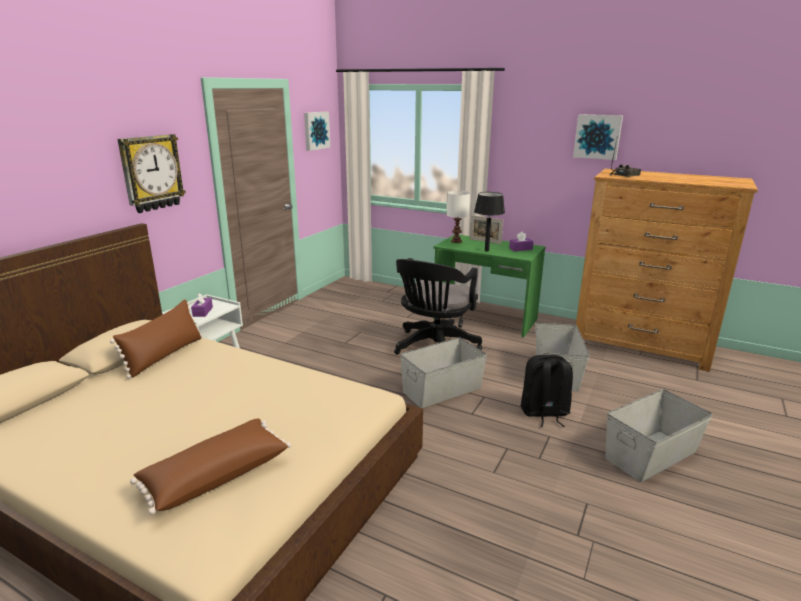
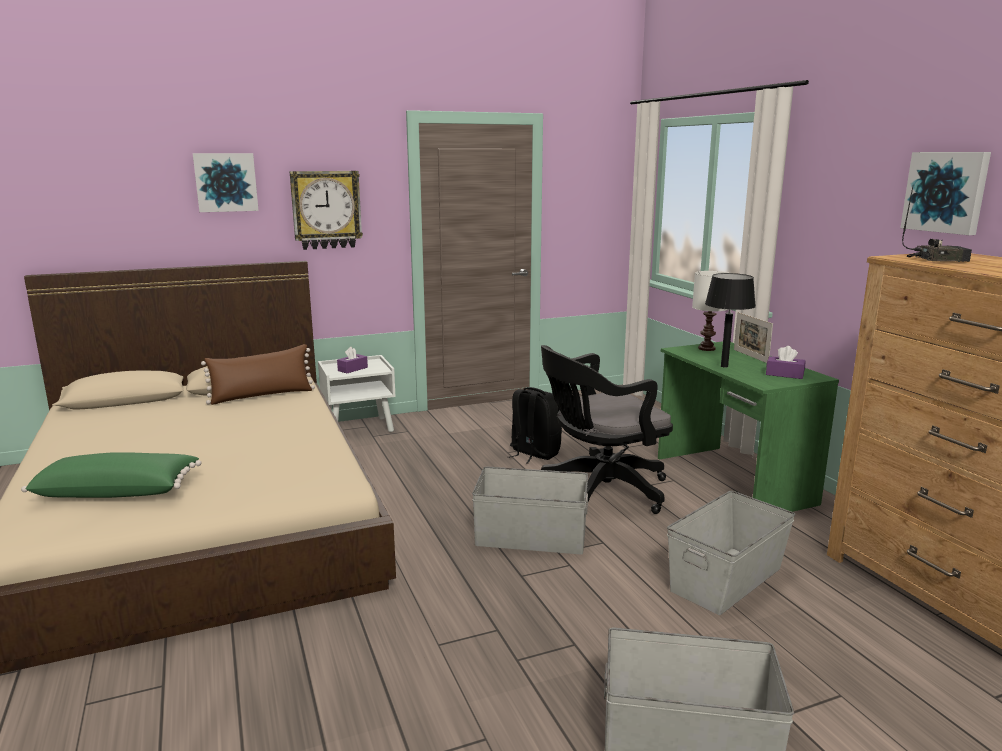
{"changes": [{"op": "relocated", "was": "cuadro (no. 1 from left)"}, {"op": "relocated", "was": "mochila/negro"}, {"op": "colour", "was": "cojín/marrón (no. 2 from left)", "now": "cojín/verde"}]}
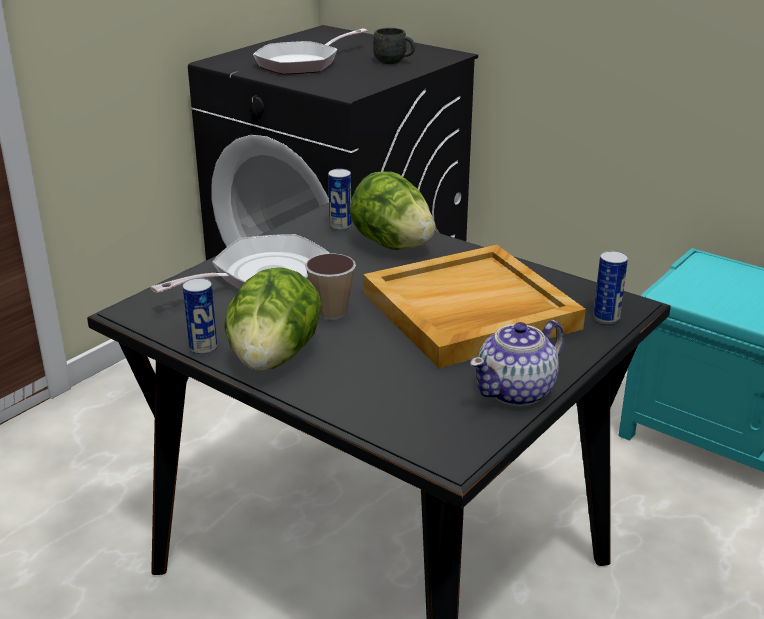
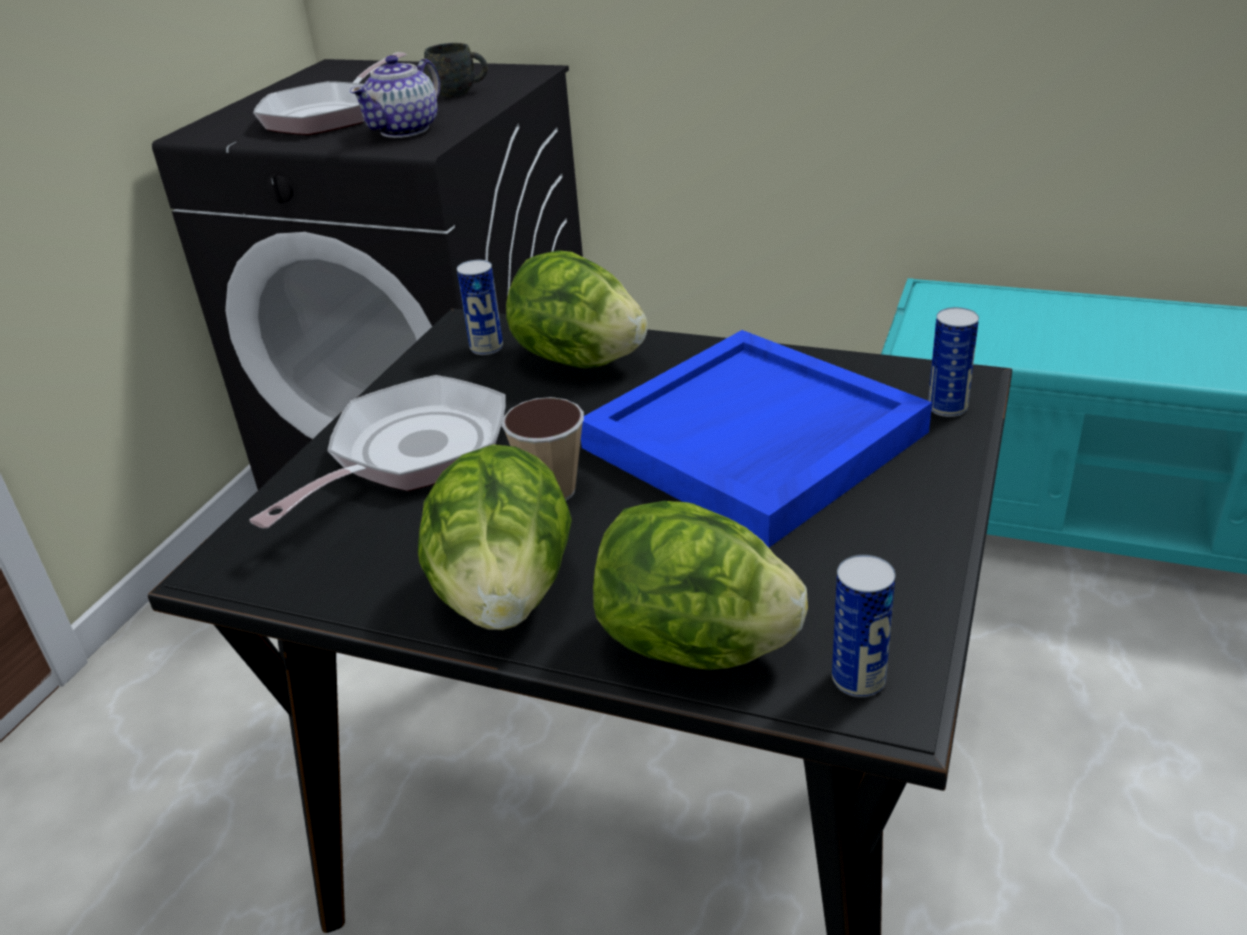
{"changes": [{"op": "appeared", "now": "lechuga (no. 3 from left)"}, {"op": "relocated", "was": "lata (no. 1 from left in the first image)", "now": "lata (no. 2 from left)"}, {"op": "relocated", "was": "tetera"}, {"op": "colour", "was": "bandeja/beis", "now": "bandeja/azul"}]}
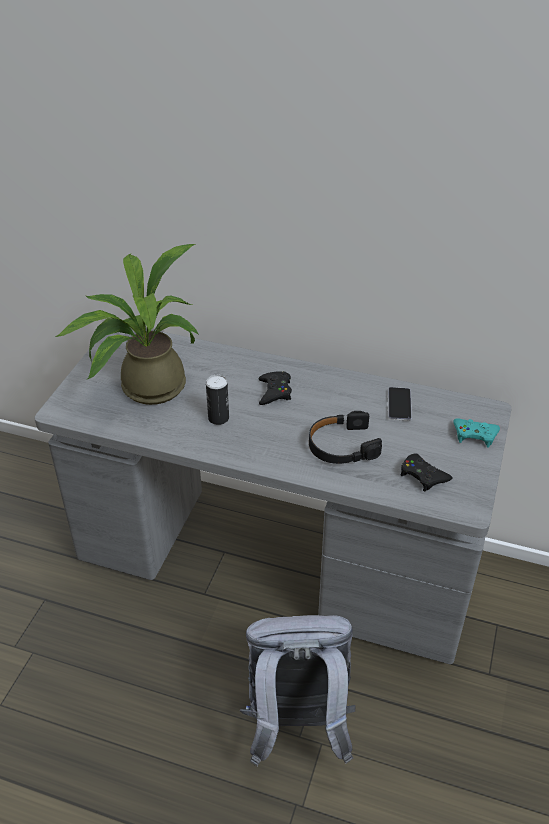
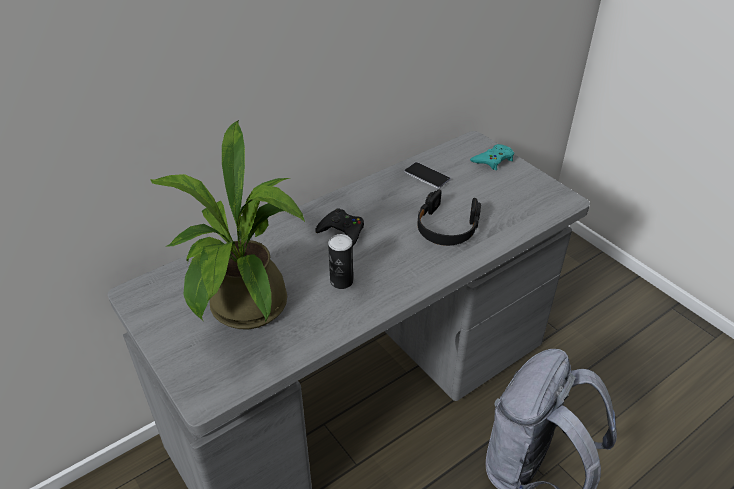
{"changes": [{"op": "missing", "was": "mando de consola/negro (no. 2 from left)"}]}
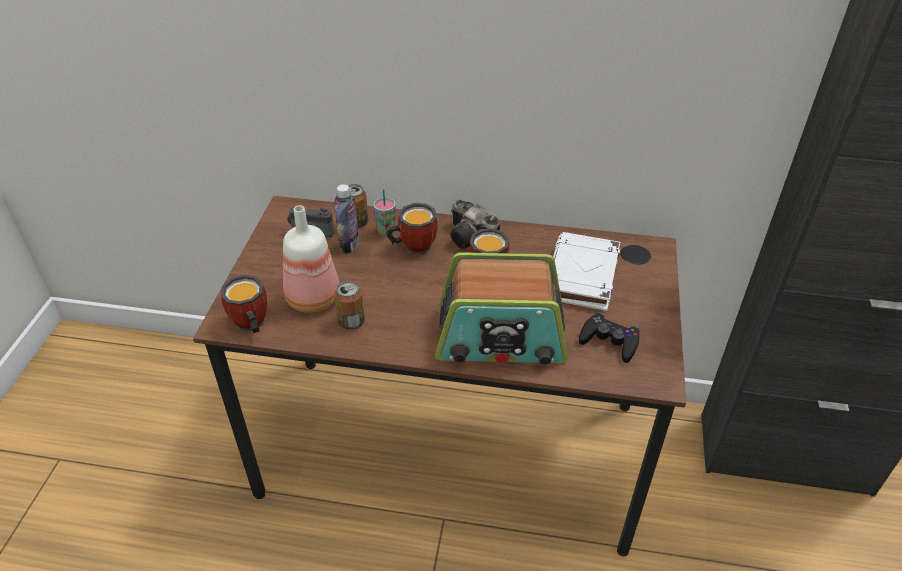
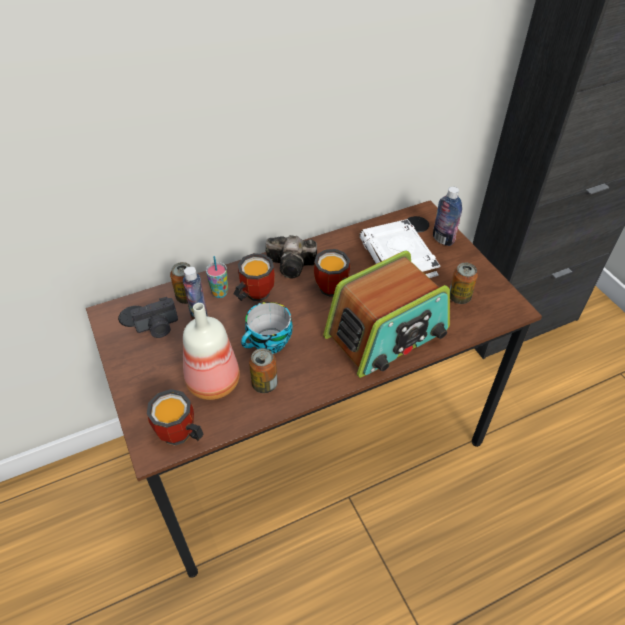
{"changes": [{"op": "appeared", "now": "taza (no. 2 from left)"}, {"op": "appeared", "now": "botella (no. 3 from left)"}, {"op": "exchanged", "was": "mando de consola/negro", "now": "lata (no. 3 from left)"}]}
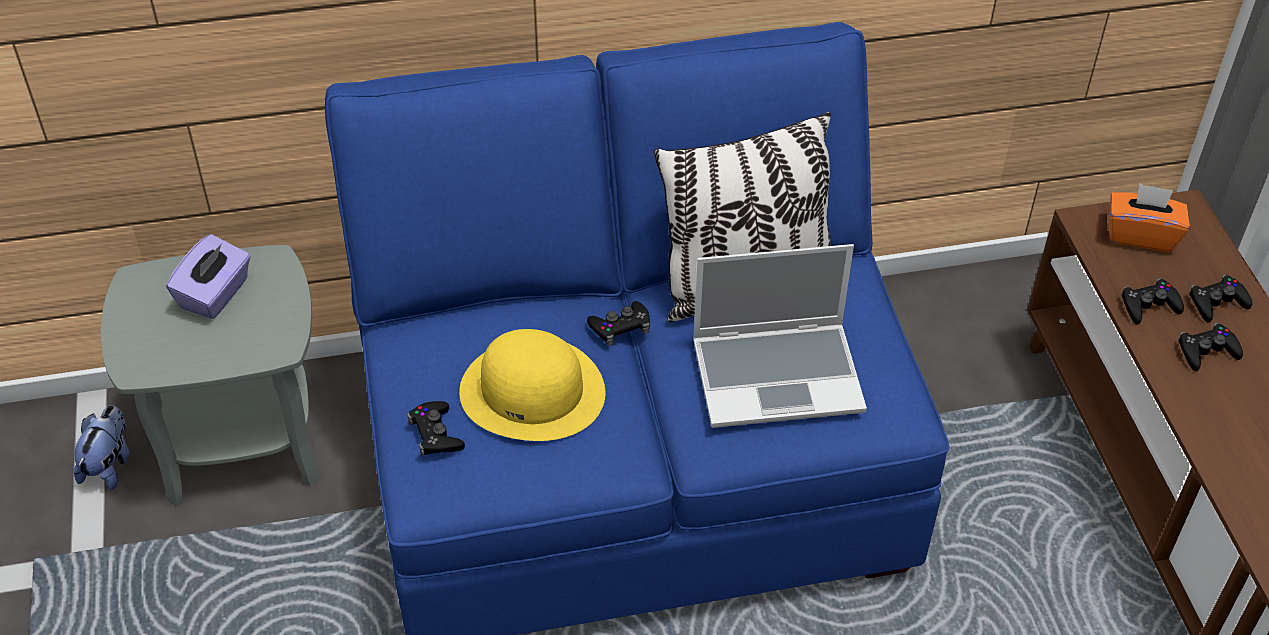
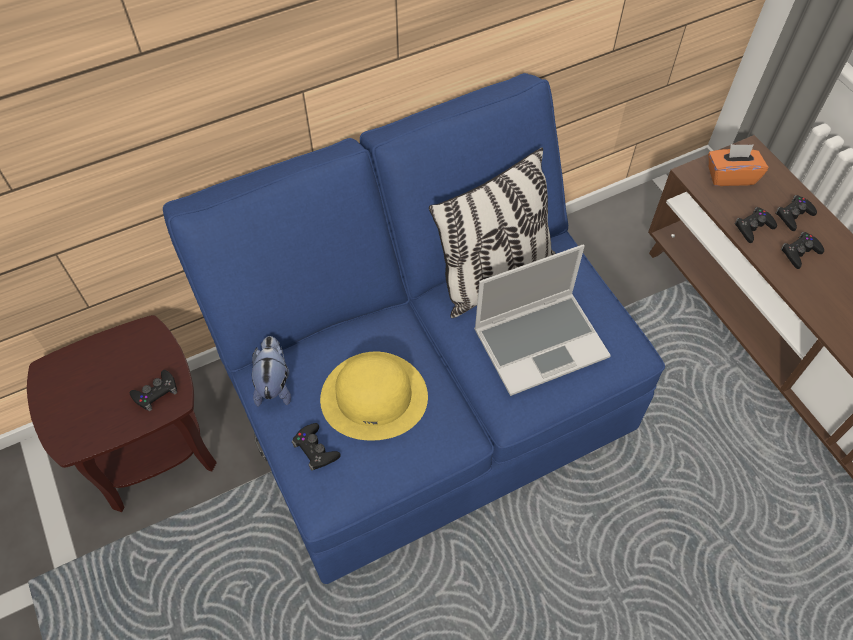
{"changes": [{"op": "missing", "was": "caja de pañuelos/morado"}, {"op": "relocated", "was": "peluche"}, {"op": "relocated", "was": "mando de consola/negro (no. 2 from left in the first image)", "now": "mando de consola/negro (no. 1 from left)"}, {"op": "colour", "was": "mesa auxiliar/gris", "now": "mesa auxiliar/marrón"}]}
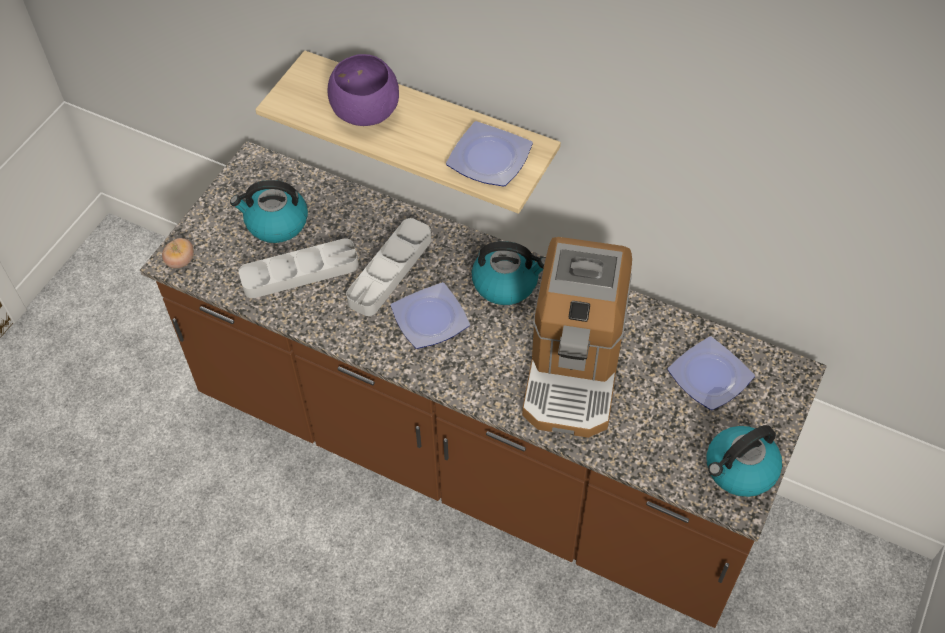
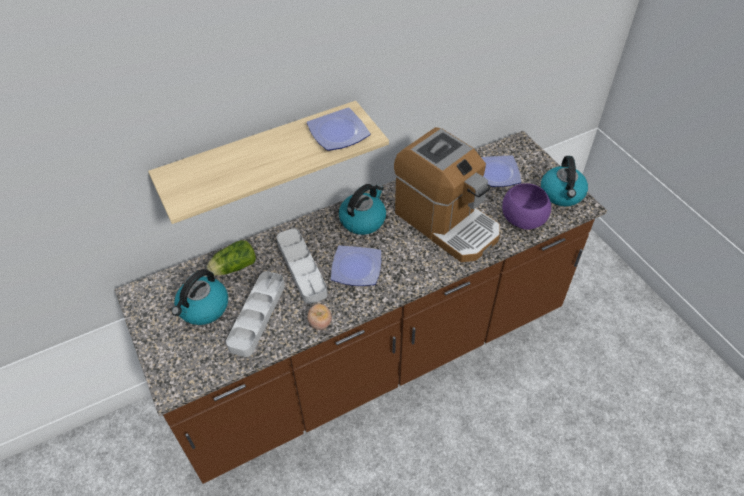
{"changes": [{"op": "appeared", "now": "lechuga"}, {"op": "relocated", "was": "tomate"}, {"op": "relocated", "was": "cuenco/morado"}]}
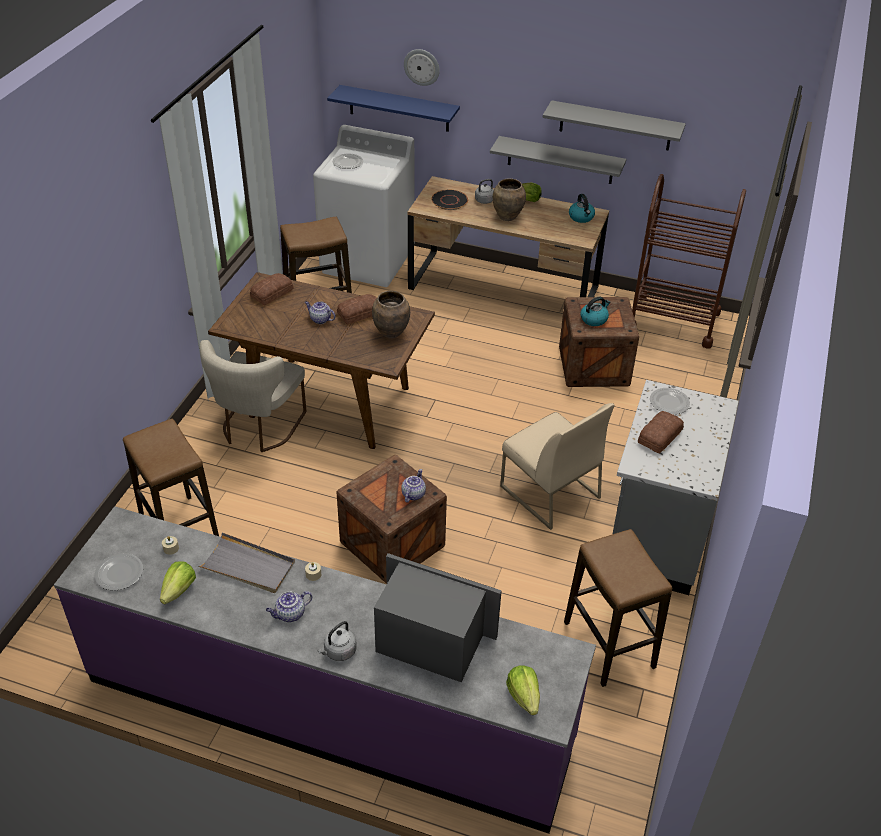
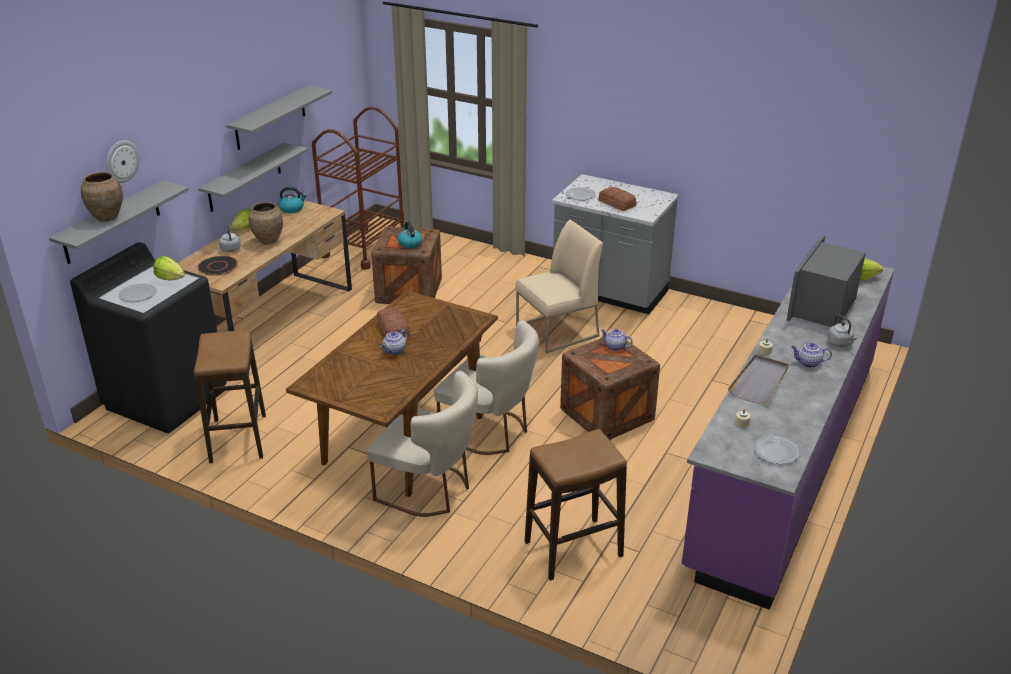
{"changes": [{"op": "missing", "was": "pan (no. 1 from left)"}, {"op": "missing", "was": "taburete (no. 3 from left)"}, {"op": "appeared", "now": "silla/beis (no. 2 from left)"}, {"op": "relocated", "was": "lechuga (no. 1 from left)"}, {"op": "relocated", "was": "florero/marrón (no. 1 from left)"}, {"op": "colour", "was": "lavadora/blanco", "now": "lavadora/negro"}, {"op": "colour", "was": "estante/azul", "now": "estante/gris (no. 1 from left)"}, {"op": "spun", "was": "tetera (no. 1 from left in the first image)", "clockwise": 120}]}
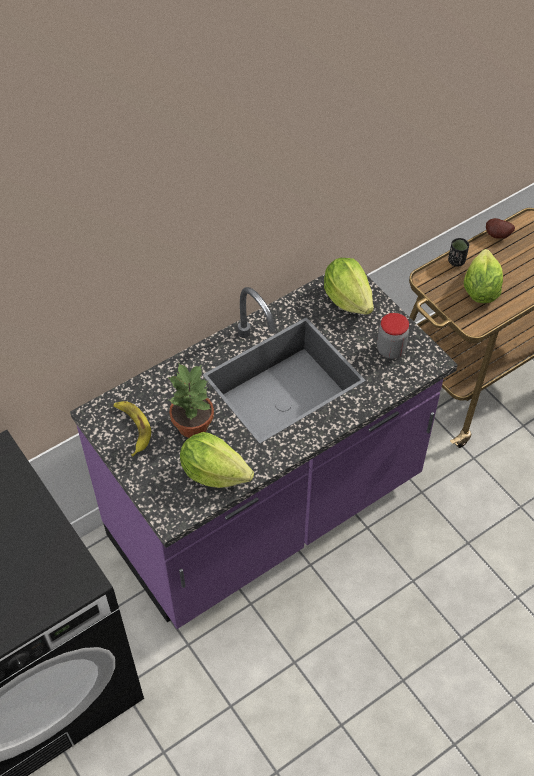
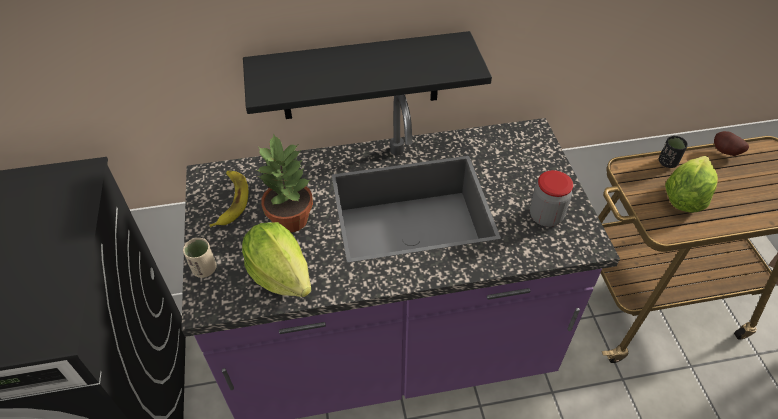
{"changes": [{"op": "missing", "was": "lechuga (no. 2 from left)"}, {"op": "appeared", "now": "taza/beis"}, {"op": "appeared", "now": "estante/negro"}]}
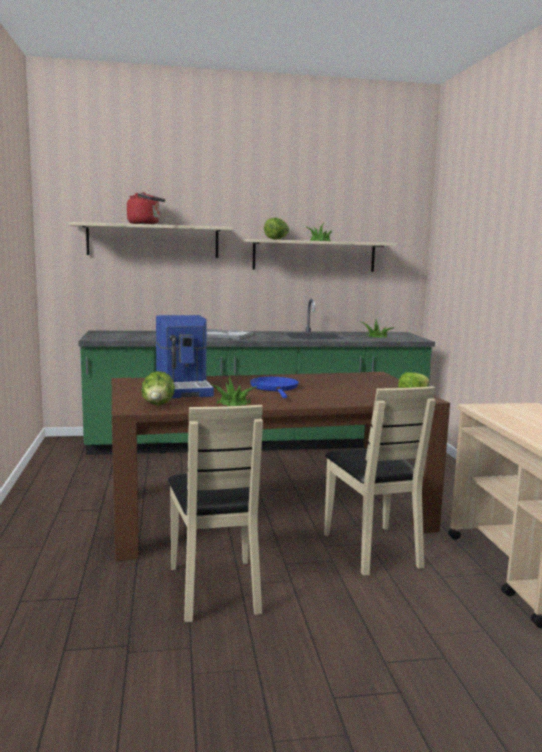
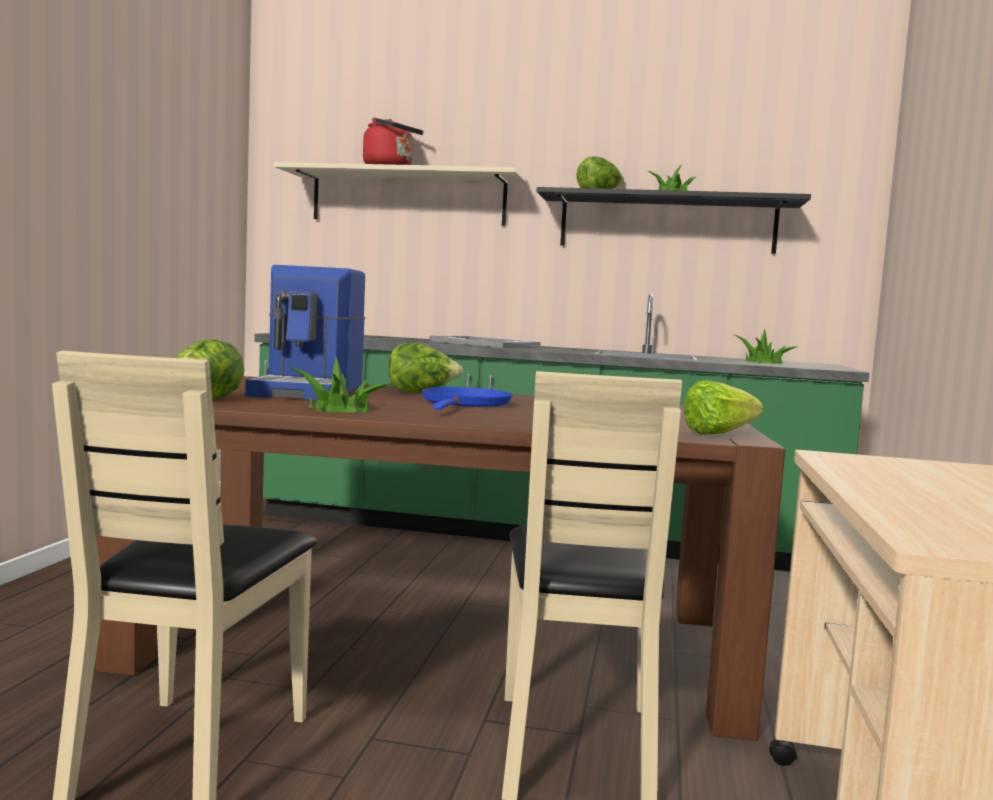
{"changes": [{"op": "appeared", "now": "lechuga (no. 2 from left)"}, {"op": "colour", "was": "estante/beis (no. 2 from left)", "now": "estante/negro"}]}
